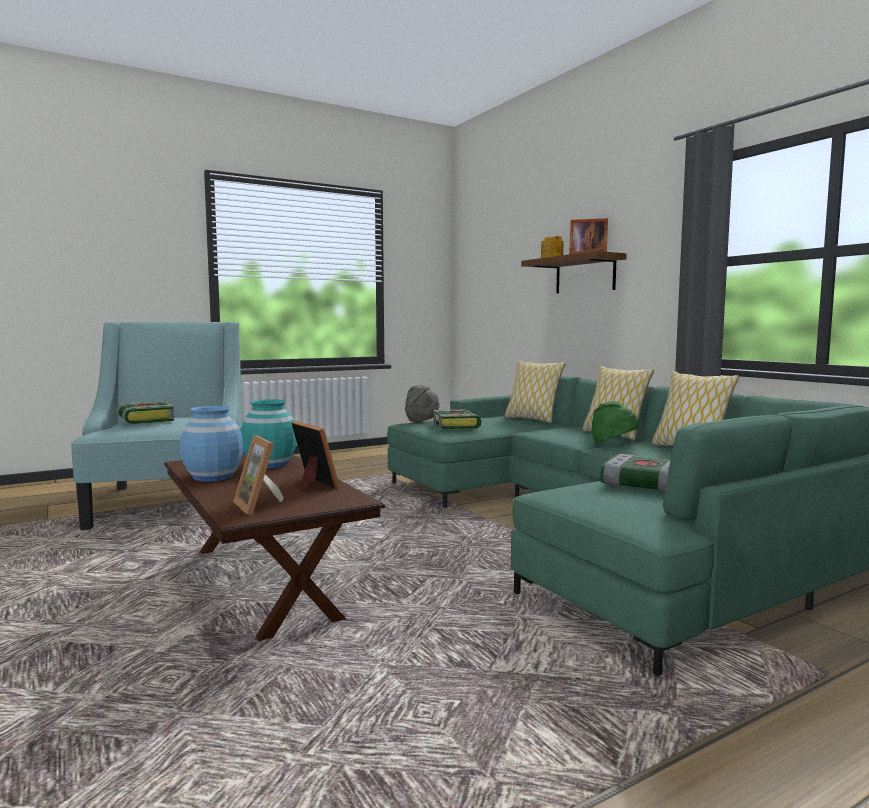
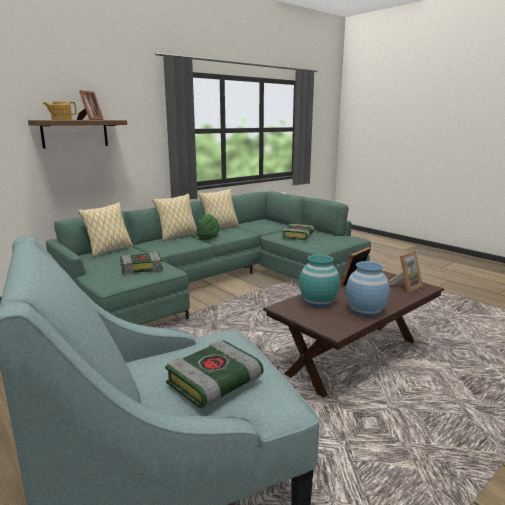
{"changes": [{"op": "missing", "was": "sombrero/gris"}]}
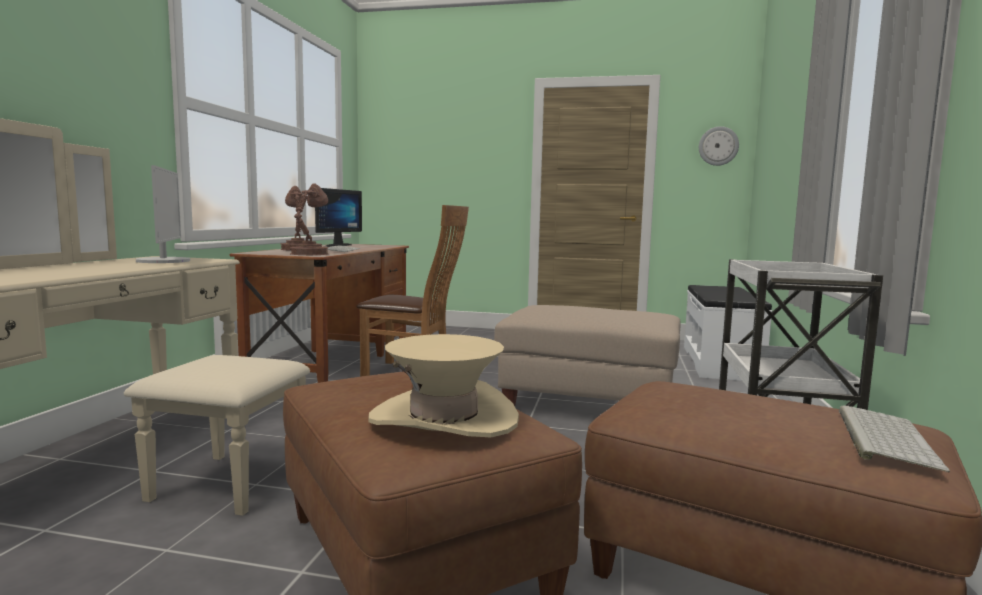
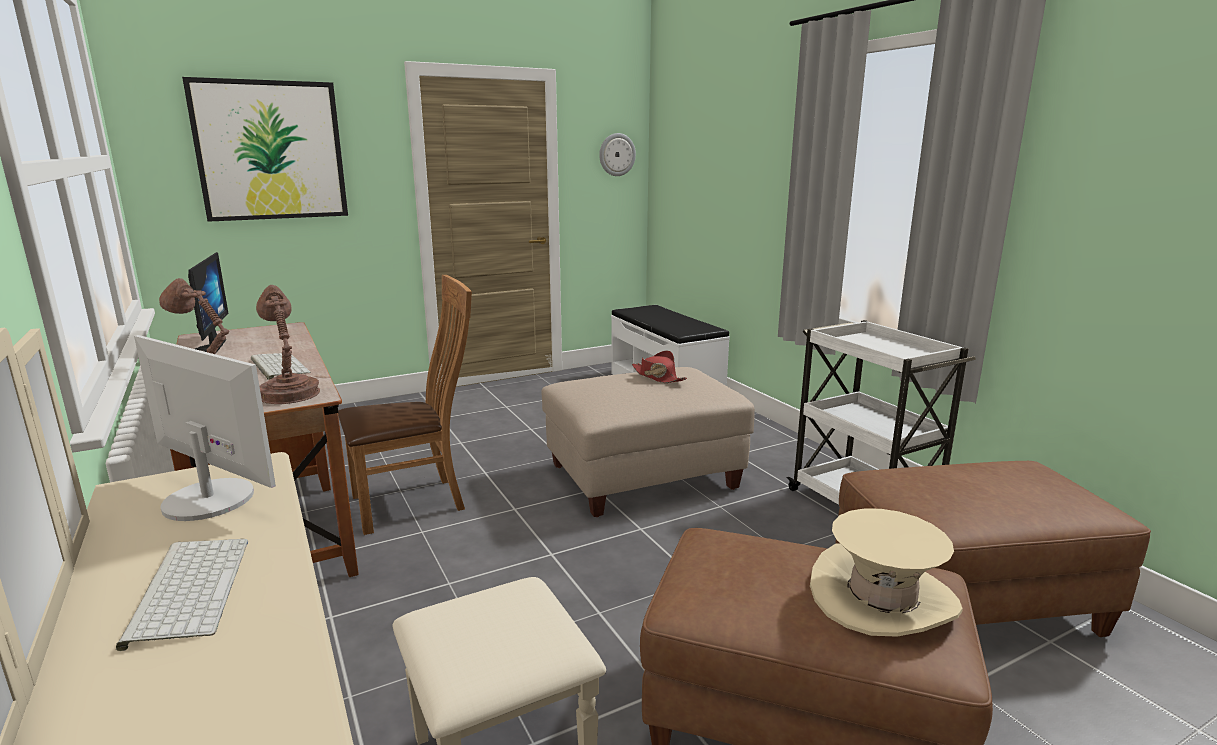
{"changes": [{"op": "appeared", "now": "cuadro"}, {"op": "appeared", "now": "sombrero/rojo"}, {"op": "relocated", "was": "teclado (no. 2 from left in the first image)", "now": "teclado (no. 1 from left)"}]}
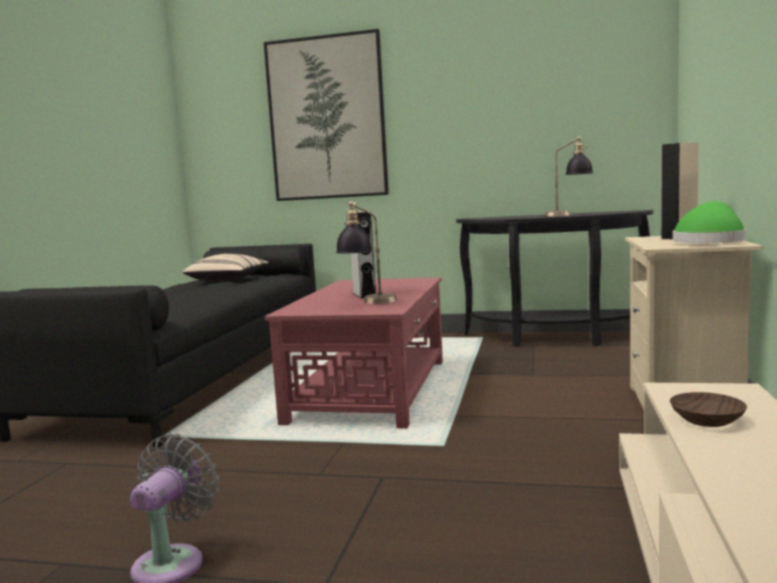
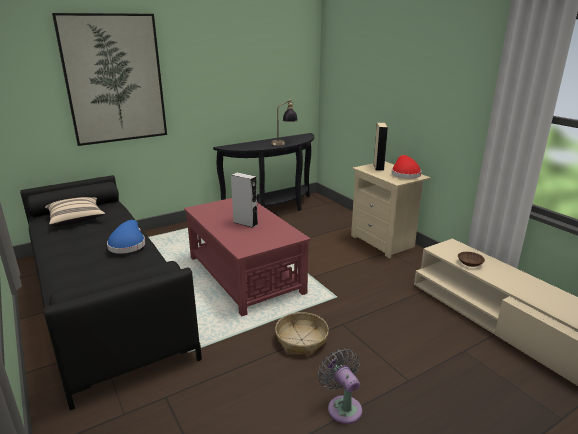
{"changes": [{"op": "missing", "was": "lámpara de mesa (no. 1 from left)"}, {"op": "appeared", "now": "sombrero/azul"}, {"op": "appeared", "now": "cesta"}, {"op": "colour", "was": "sombrero/verde", "now": "sombrero/rojo"}]}
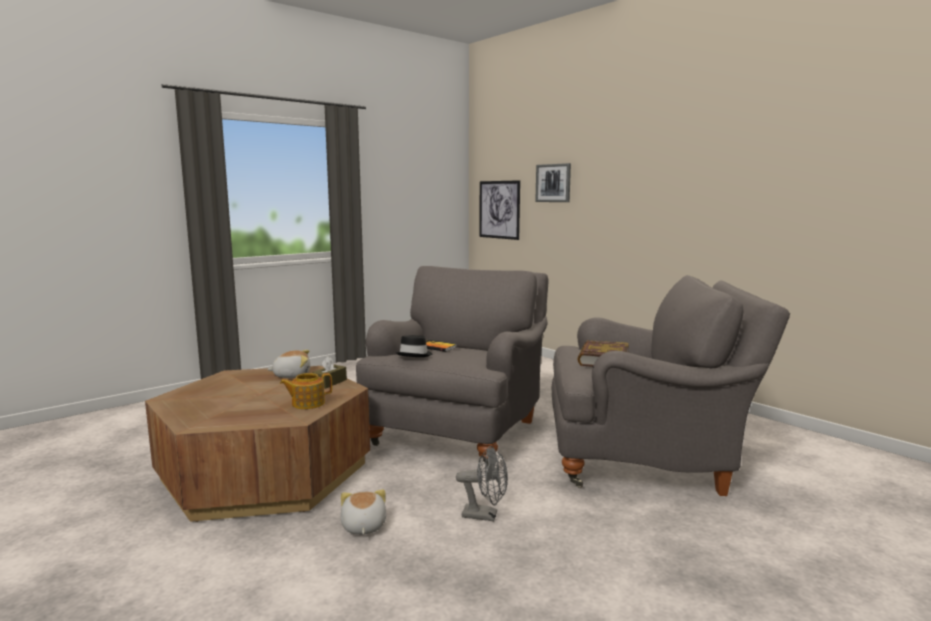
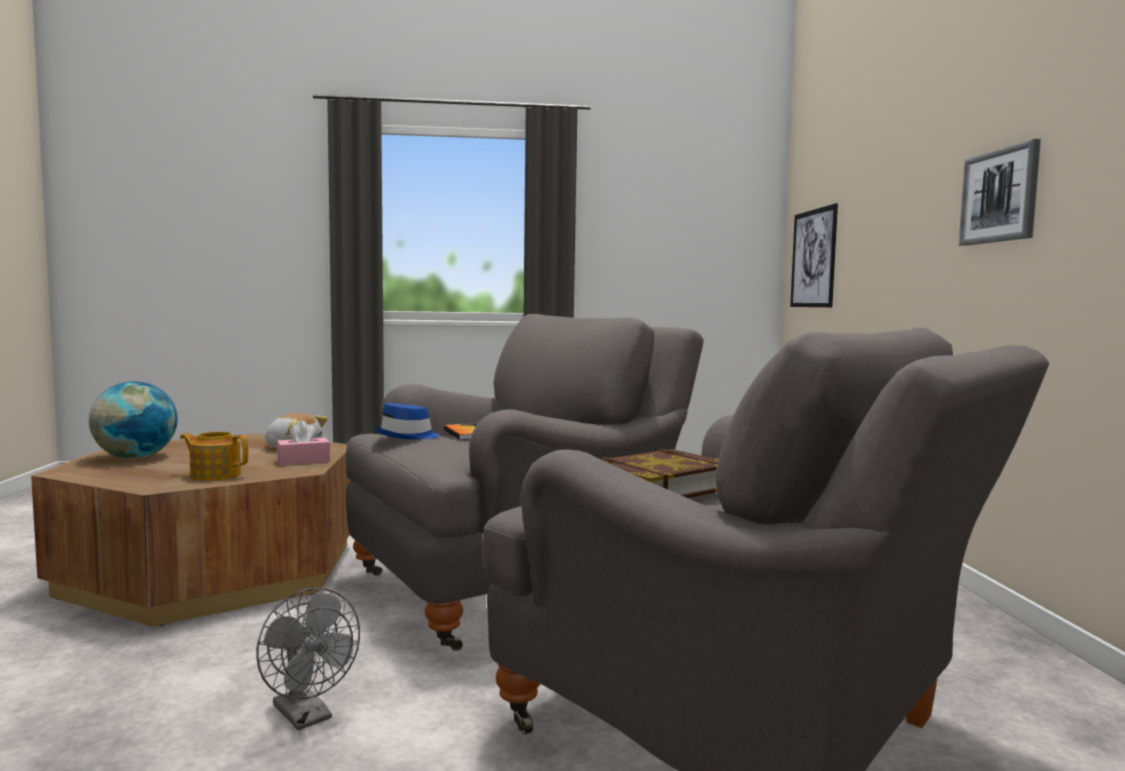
{"changes": [{"op": "missing", "was": "peluche (no. 2 from left)"}, {"op": "appeared", "now": "globo terráqueo"}, {"op": "relocated", "was": "cuadro (no. 2 from left)"}, {"op": "colour", "was": "caja de pañuelos/marrón", "now": "caja de pañuelos/rosa"}, {"op": "colour", "was": "sombrero/negro", "now": "sombrero/azul"}]}
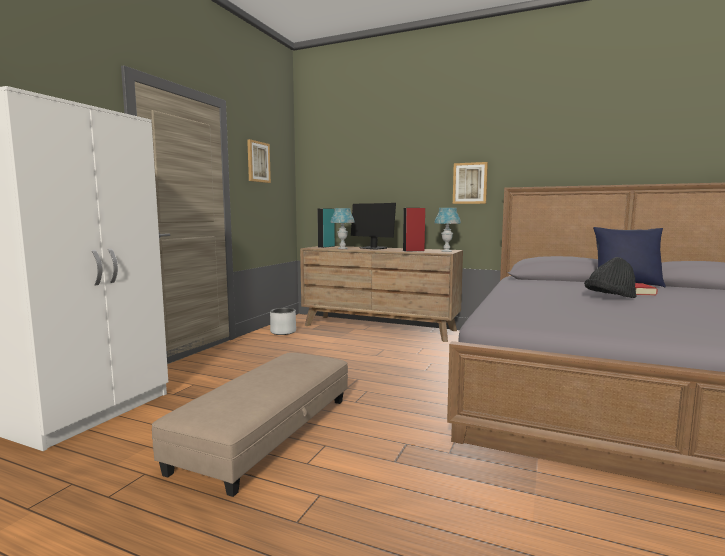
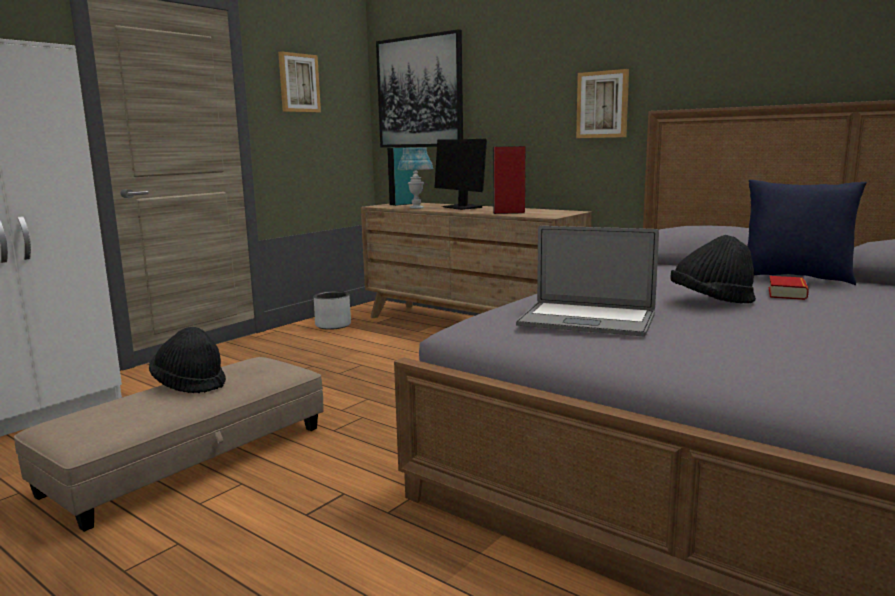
{"changes": [{"op": "missing", "was": "lámpara de mesa/azul (no. 2 from left)"}, {"op": "appeared", "now": "sombrero/negro (no. 1 from left)"}, {"op": "appeared", "now": "cuadro (no. 2 from left)"}, {"op": "appeared", "now": "portátil"}]}
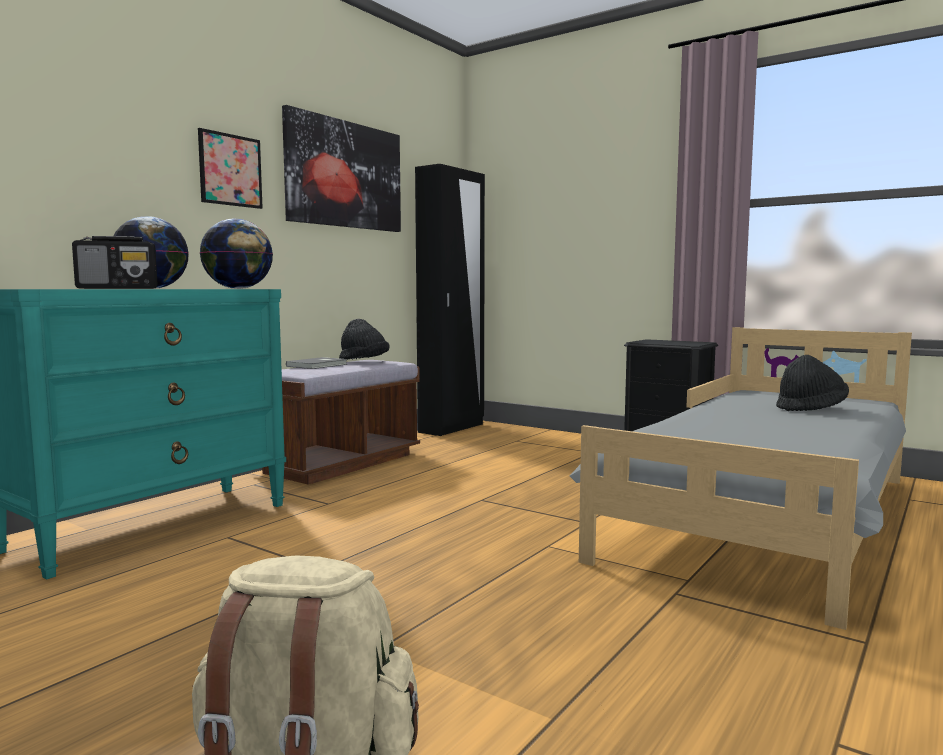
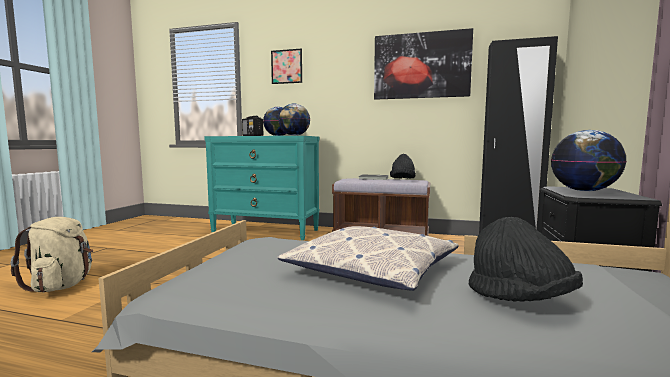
{"changes": [{"op": "appeared", "now": "cojín"}, {"op": "appeared", "now": "globo terráqueo (no. 3 from left)"}, {"op": "relocated", "was": "cuadro (no. 1 from left)"}]}
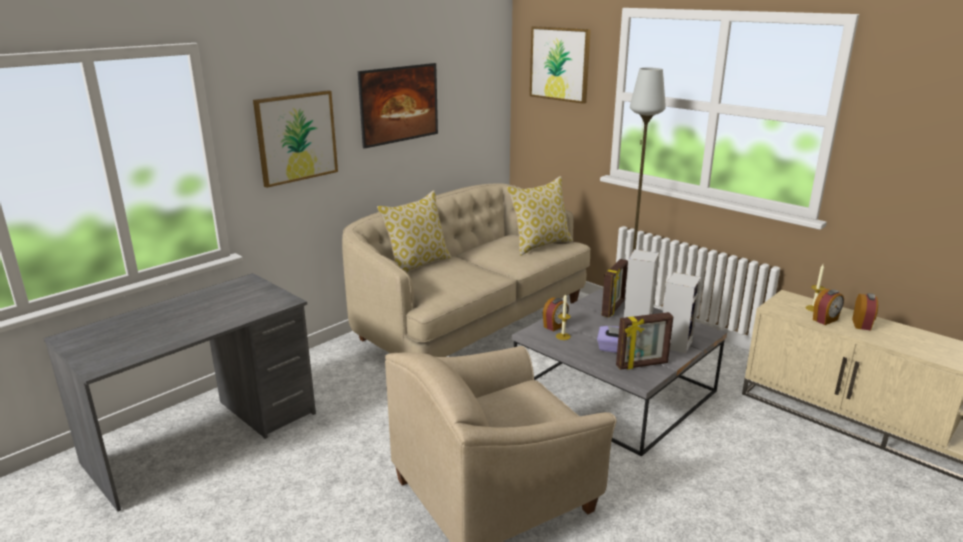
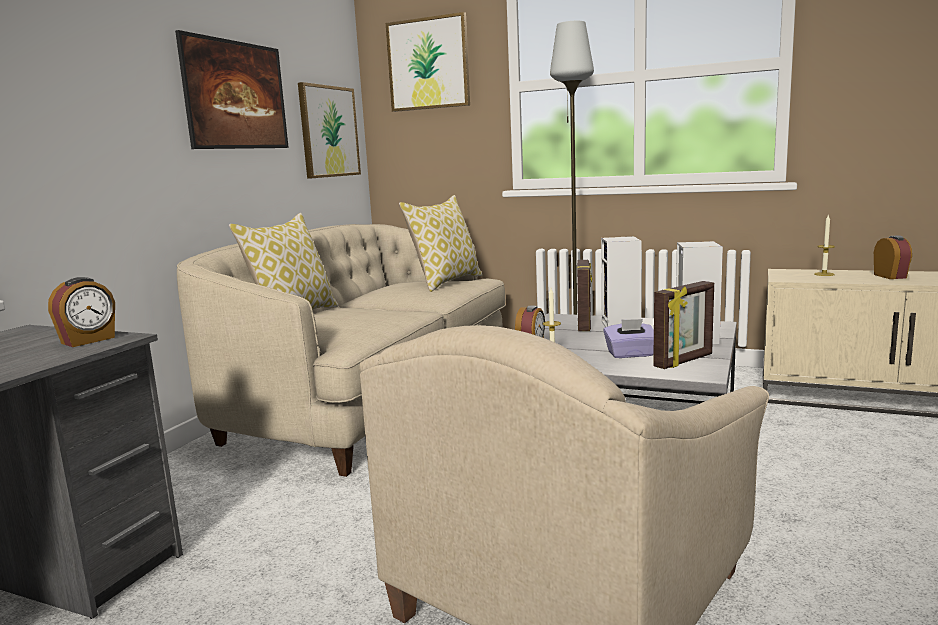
{"changes": [{"op": "relocated", "was": "cuadro (no. 1 from left in the first image)", "now": "cuadro (no. 2 from left)"}, {"op": "relocated", "was": "despertador (no. 2 from left in the first image)", "now": "despertador (no. 1 from left)"}]}
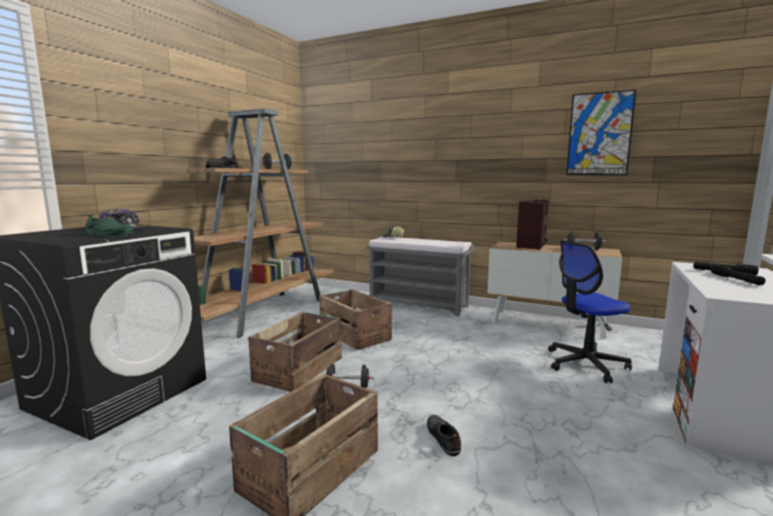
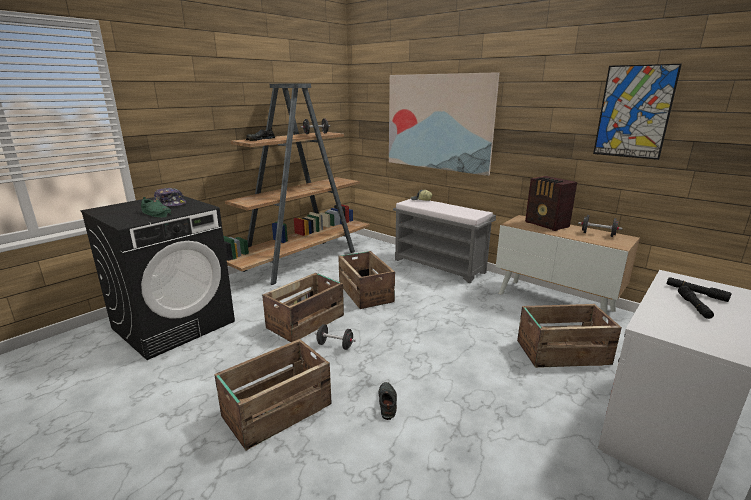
{"changes": [{"op": "appeared", "now": "cuadro (no. 1 from left)"}, {"op": "exchanged", "was": "silla de oficina", "now": "caja de embalaje (no. 4 from left)"}, {"op": "spun", "was": "radio", "clockwise": 105}]}
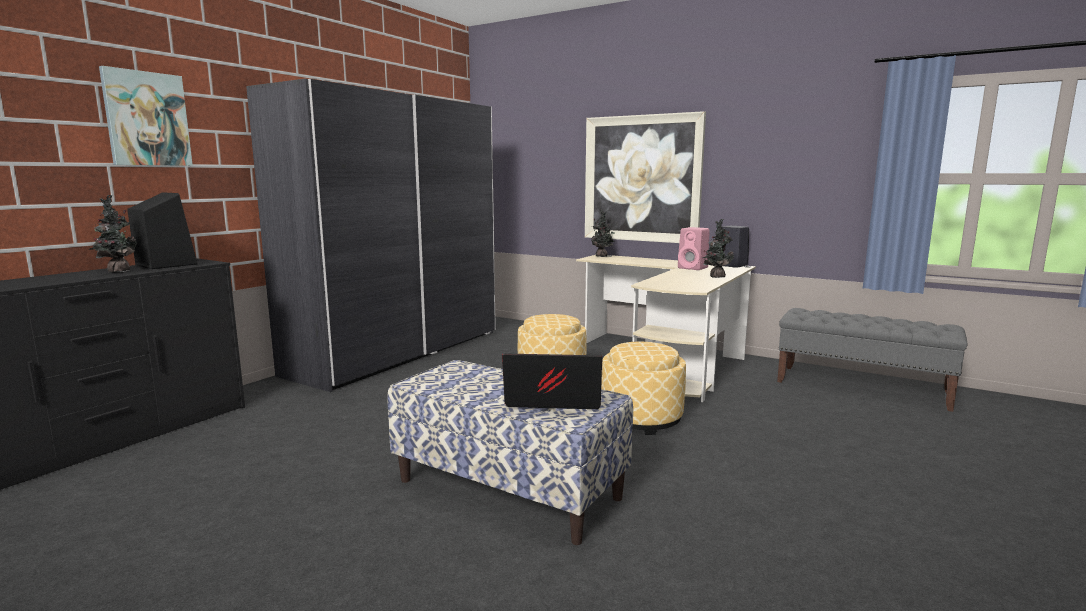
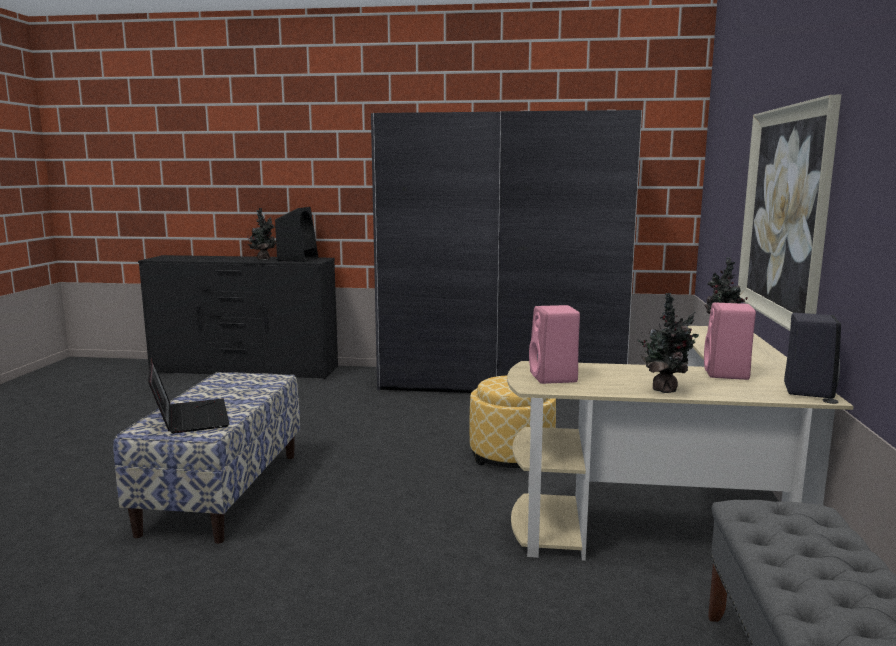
{"changes": [{"op": "missing", "was": "cuadro (no. 1 from left)"}, {"op": "missing", "was": "puf (no. 2 from left)"}, {"op": "appeared", "now": "altavoz/rosa (no. 1 from left)"}]}
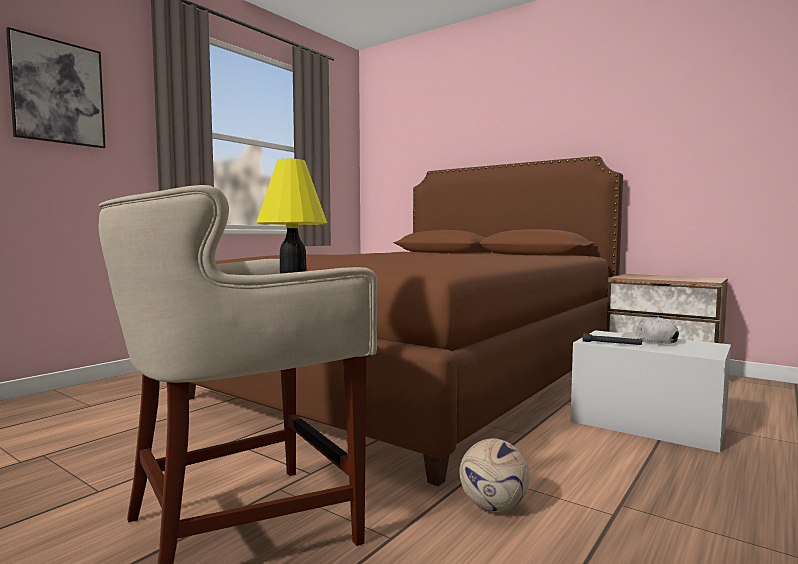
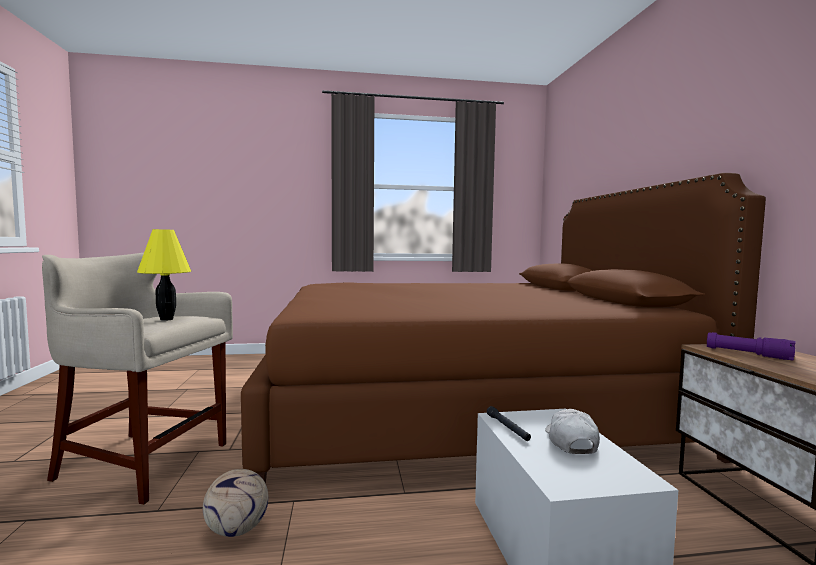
{"changes": [{"op": "missing", "was": "cuadro"}, {"op": "appeared", "now": "linterna/morado"}]}
